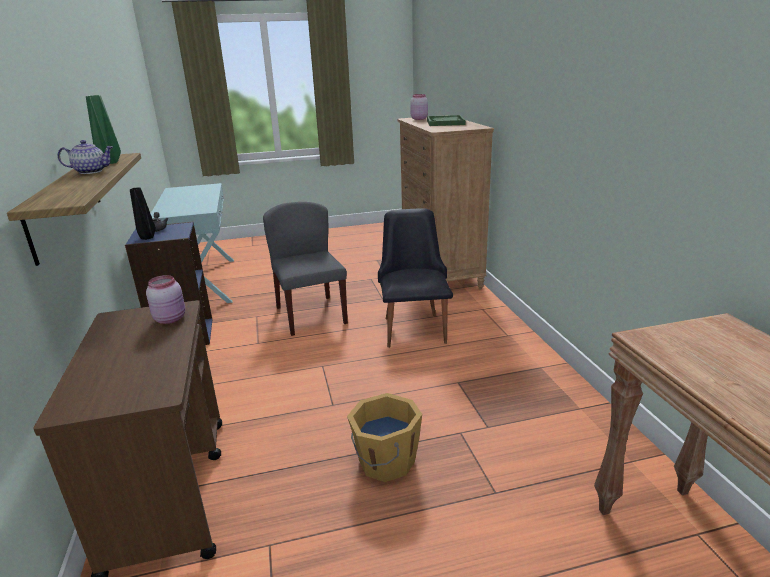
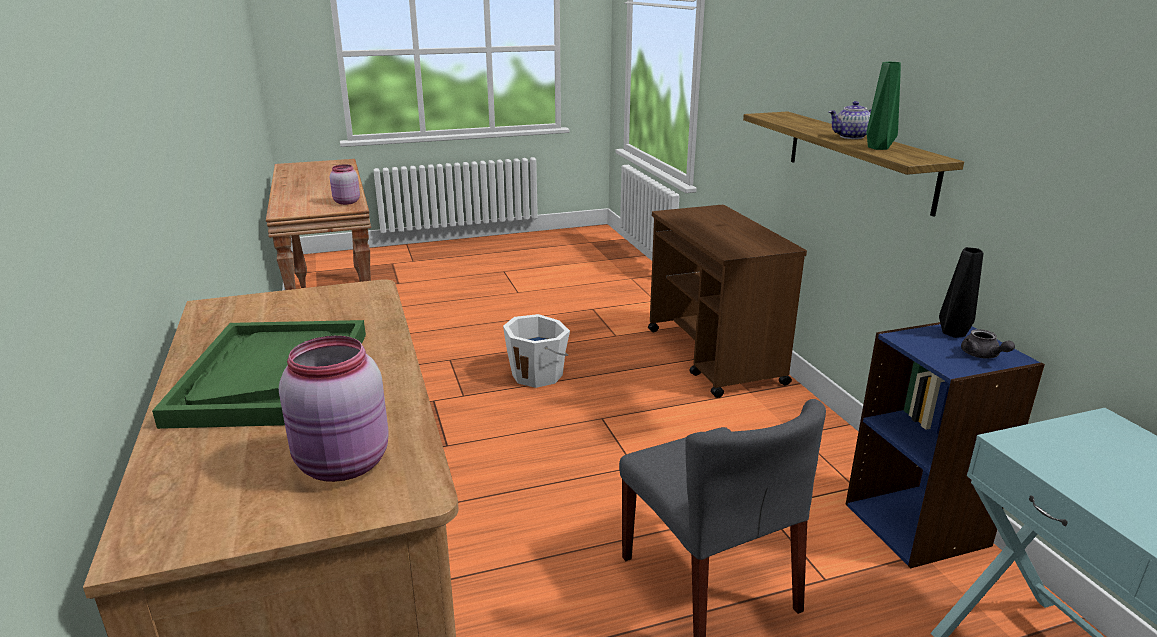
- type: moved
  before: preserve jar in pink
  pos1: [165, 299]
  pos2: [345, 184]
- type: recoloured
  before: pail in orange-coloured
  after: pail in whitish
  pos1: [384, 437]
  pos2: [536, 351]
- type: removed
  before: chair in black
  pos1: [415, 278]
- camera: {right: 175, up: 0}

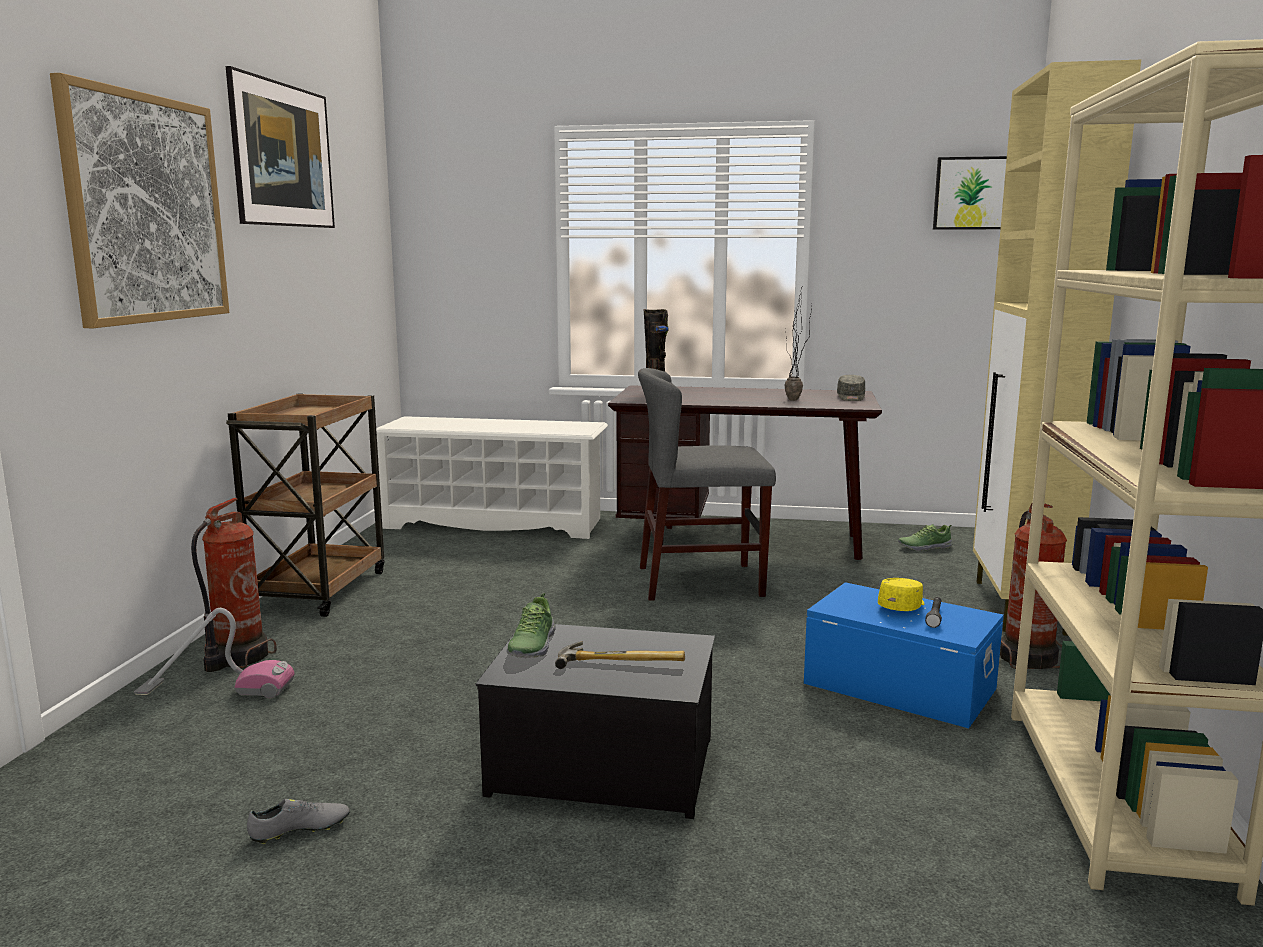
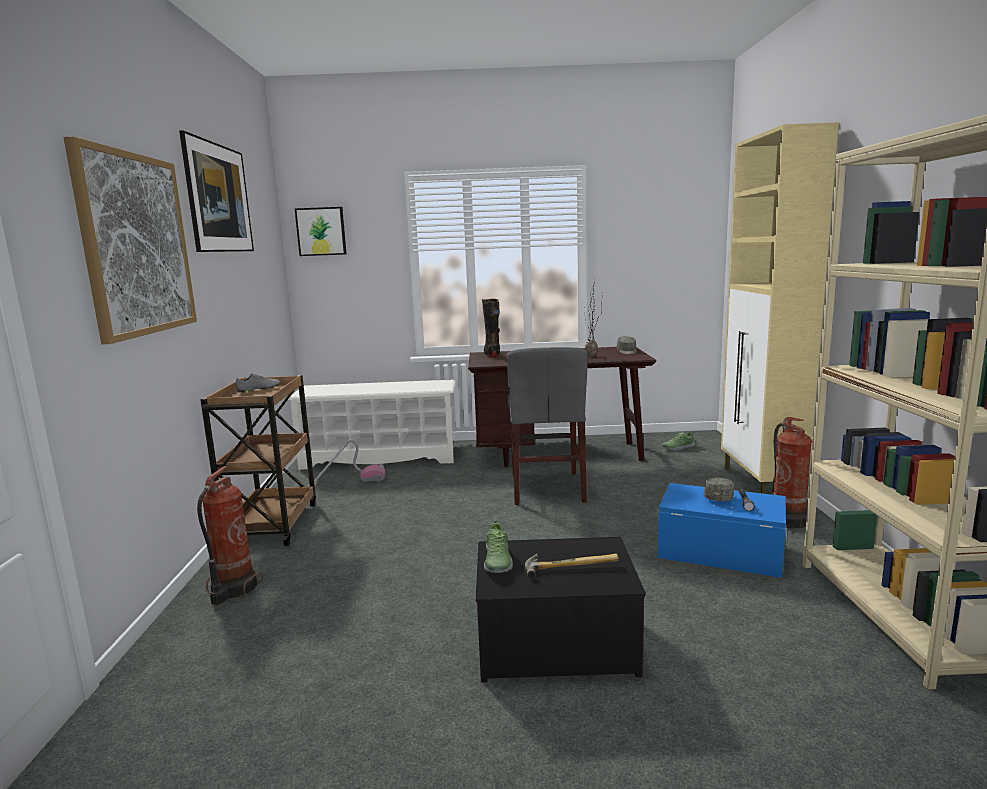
- type: moved
  before: item of footwear in grey
  pos1: [298, 821]
  pos2: [258, 383]
- type: moved
  before: wall art
  pos1: [970, 193]
  pos2: [320, 231]
- type: moved
  before: vacuum
  pos1: [214, 653]
  pos2: [346, 463]
- type: turned
  before: chair in grey
  pos1: [707, 484]
  pos2: [546, 426]
  turn: -75
- type: recoloured
  before: peaked cap in yellow-coloured
  after: peaked cap in grey
  pos1: [901, 594]
  pos2: [718, 489]
- camera: {right: -10, up: 0}

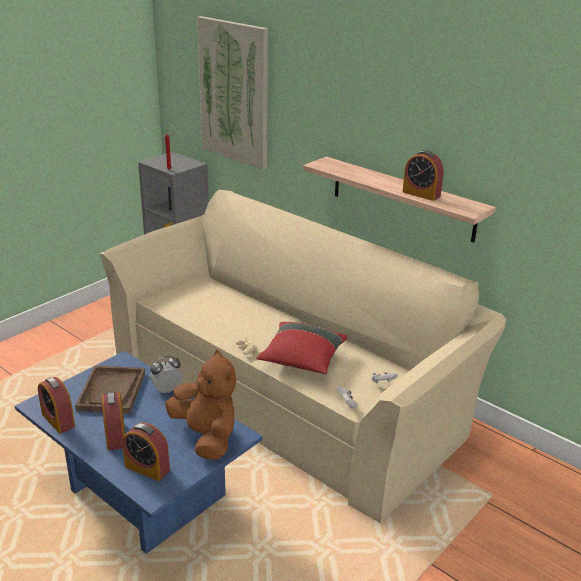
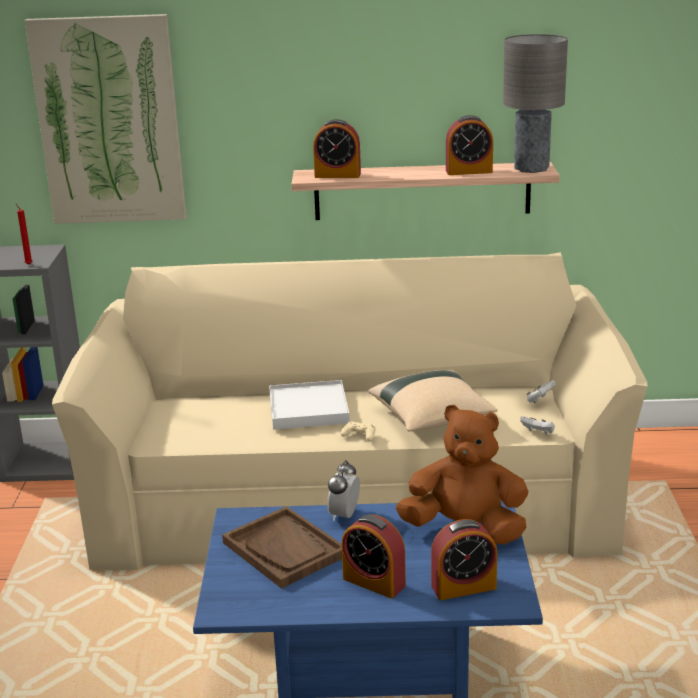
- type: added
  after: tray in whitish
  pos2: [309, 404]
- type: moved
  before: bedside clock
  pos1: [56, 405]
  pos2: [337, 148]
- type: recoloured
  before: cushion in red-coloured
  after: cushion in beige
  pos1: [301, 348]
  pos2: [433, 400]
- type: added
  after: tabletop lamp in grey
  pos2: [535, 103]
- camera: {right: -40, up: -5}

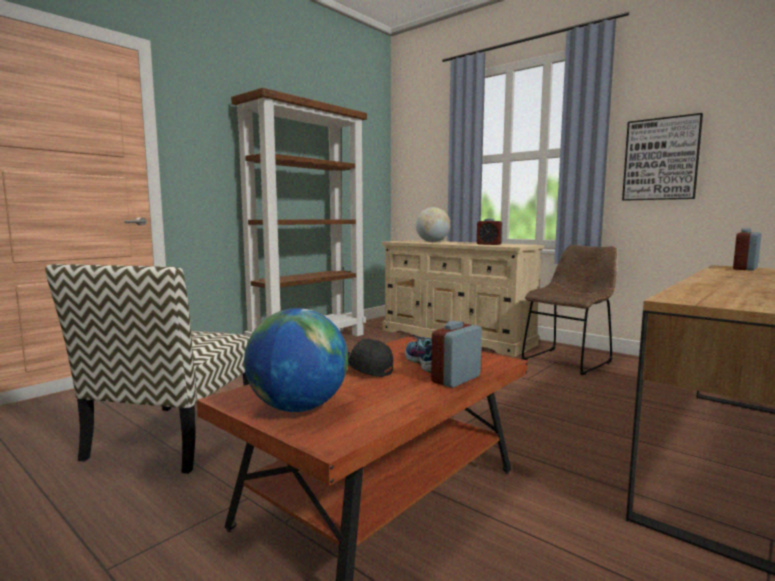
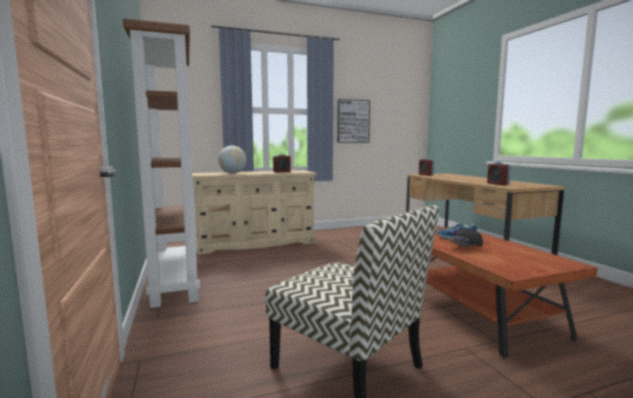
- type: moved
  before: bedside clock
  pos1: [456, 354]
  pos2: [499, 173]
- type: removed
  before: desk globe
  pos1: [296, 360]
- type: removed
  before: chair in brown-coloured
  pos1: [569, 310]
- camera: {right: -60, up: 0}

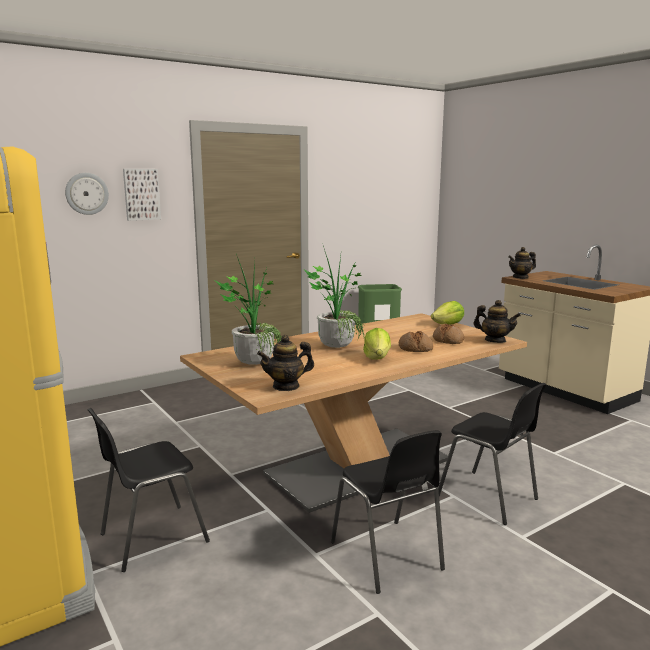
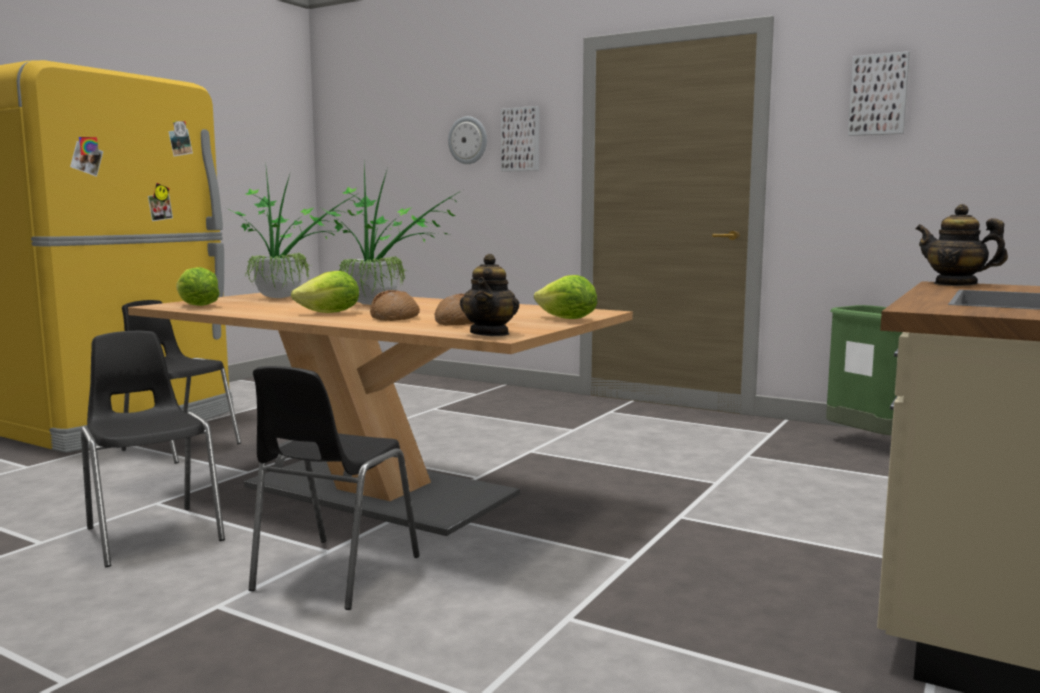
- type: turned
  before: chair in black
  pos1: [388, 512]
  pos2: [153, 449]
  turn: 105
- type: replaced
  before: pot for tea
  after: head of lettuce
  pos1: [285, 363]
  pos2: [198, 286]
- type: added
  after: wall art
  pos2: [879, 93]
- camera: {right: 65, up: -5}

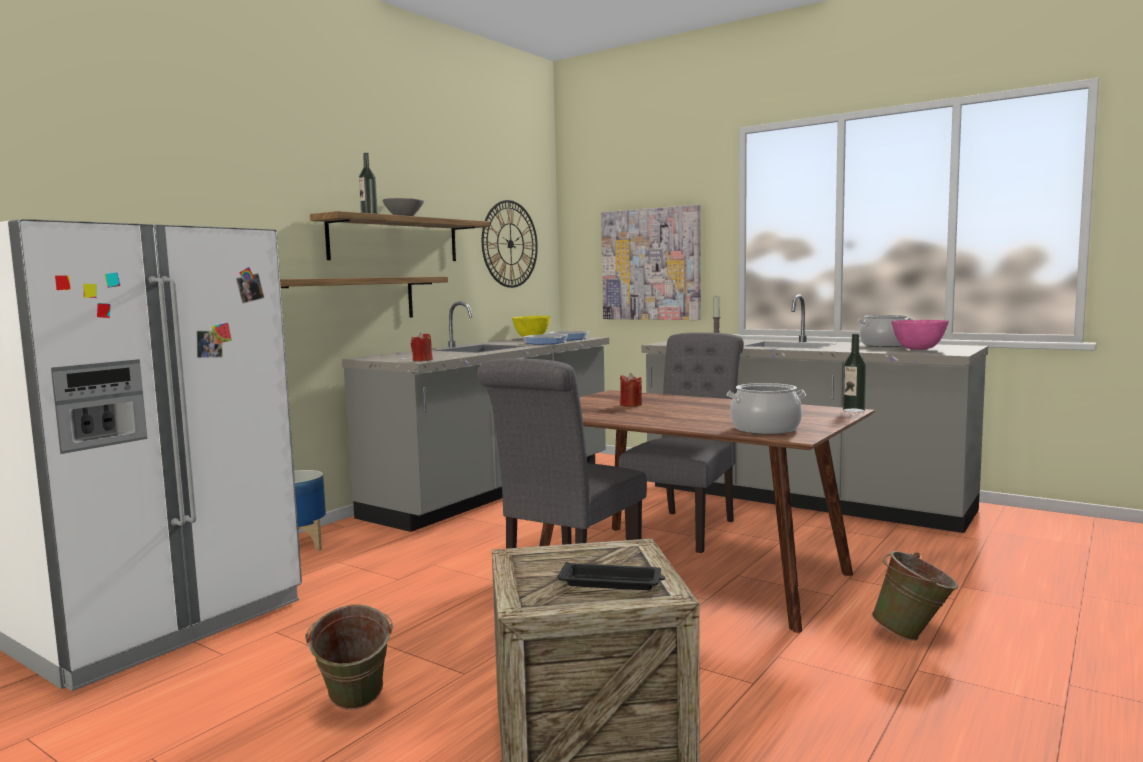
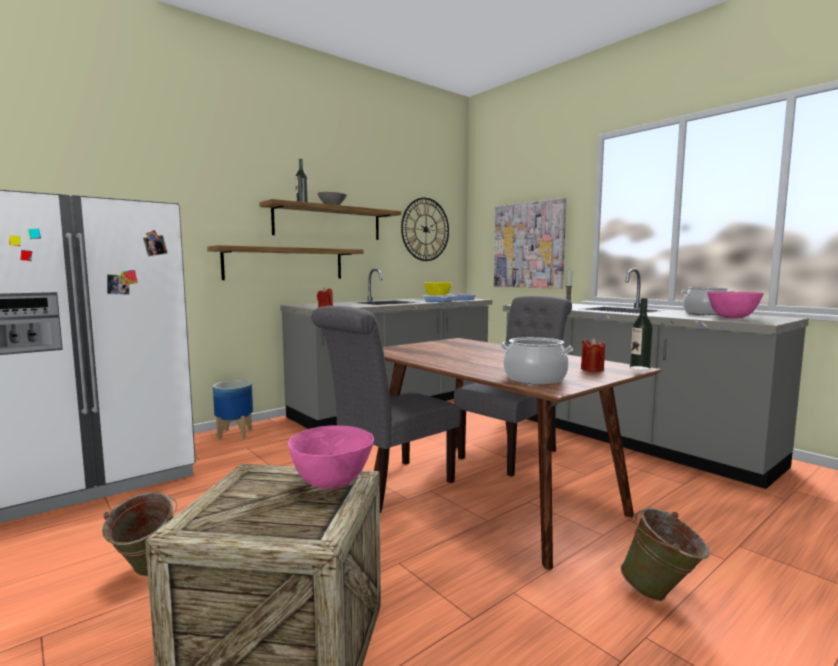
- type: added
  after: bowl in pink
  pos2: [331, 457]
- type: moved
  before: wax candle in red-coloured
  pos1: [631, 390]
  pos2: [593, 355]
- type: removed
  before: tray in black
  pos1: [611, 576]
- camera: {right: 15, up: 0}

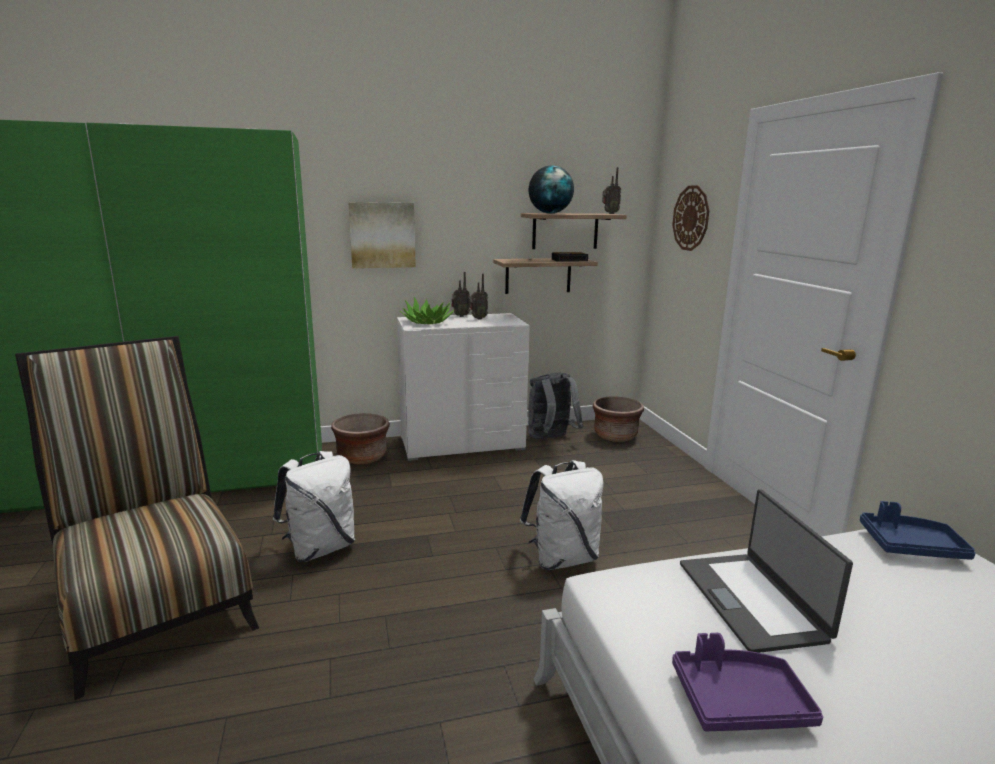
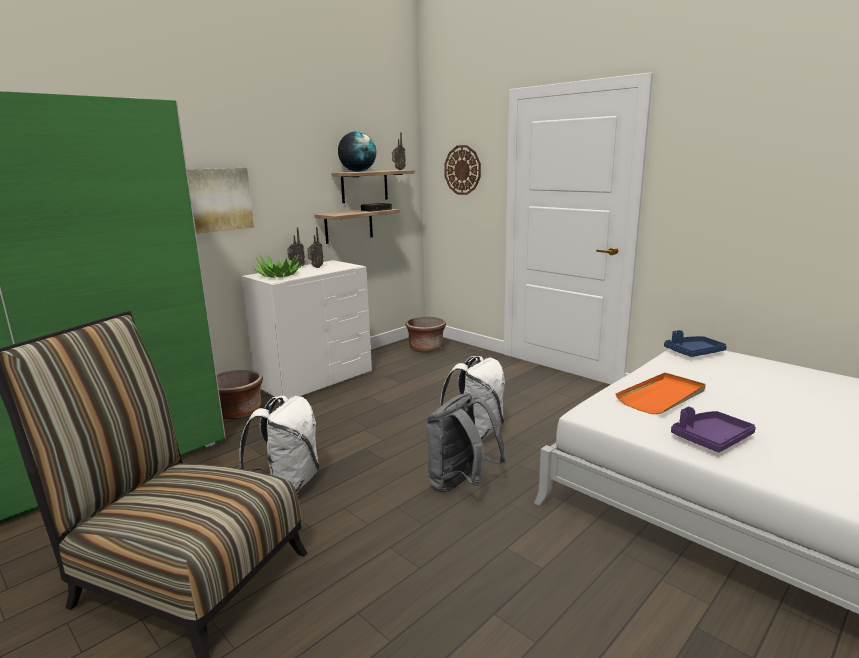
- type: moved
  before: knapsack in grey
  pos1: [555, 405]
  pos2: [466, 442]
- type: replaced
  before: laptop
  after: tray in orange-coloured
  pos1: [766, 571]
  pos2: [660, 393]
- camera: {right: -30, up: 0}

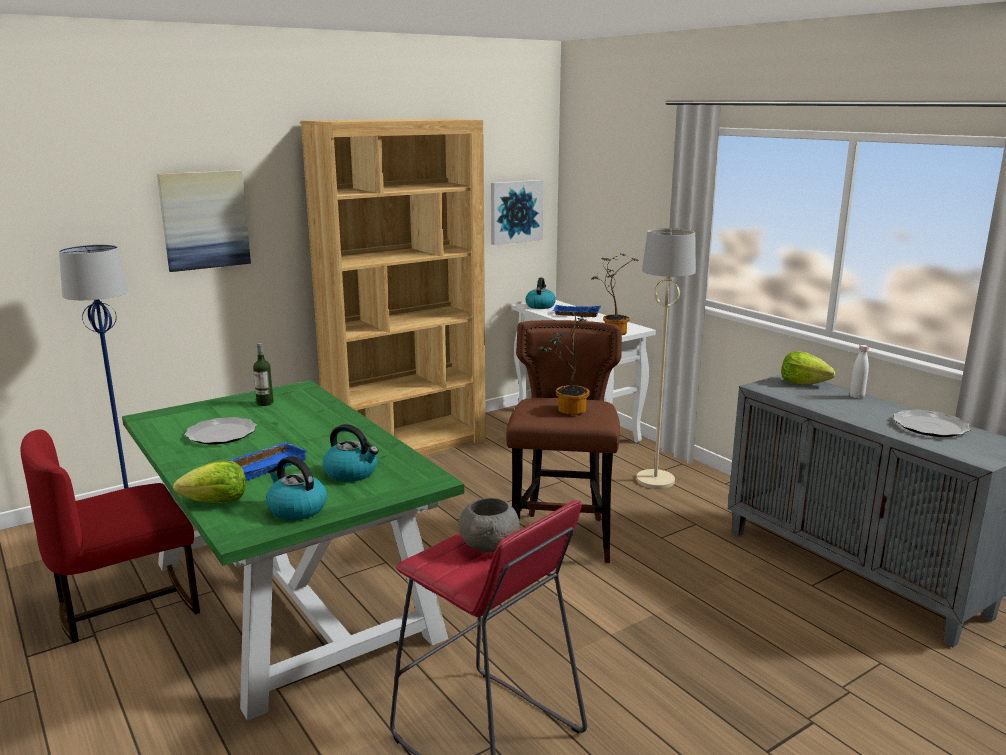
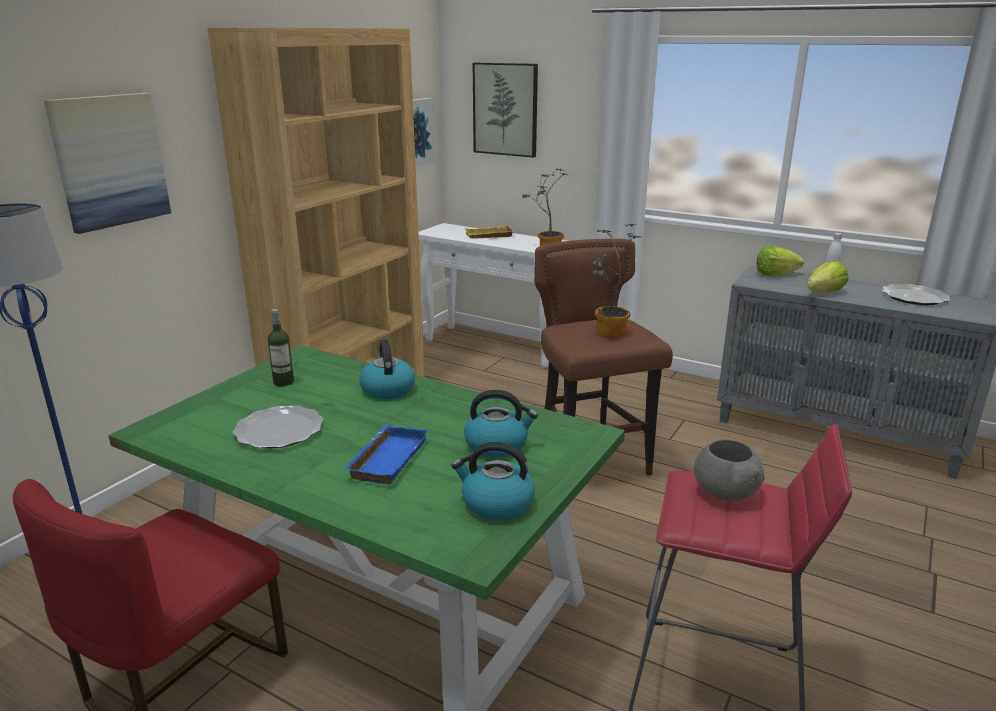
- type: moved
  before: water kettle
  pos1: [541, 293]
  pos2: [387, 369]
- type: recoloured
  before: tray in blue
  after: tray in yellow-coloured
  pos1: [577, 311]
  pos2: [489, 232]
- type: added
  after: wall art
  pos2: [505, 110]
- type: moved
  before: head of lettuce
  pos1: [209, 482]
  pos2: [827, 277]
- type: removed
  before: standing lamp in beige
  pos1: [666, 358]
- camera: {right: -25, up: 5}

